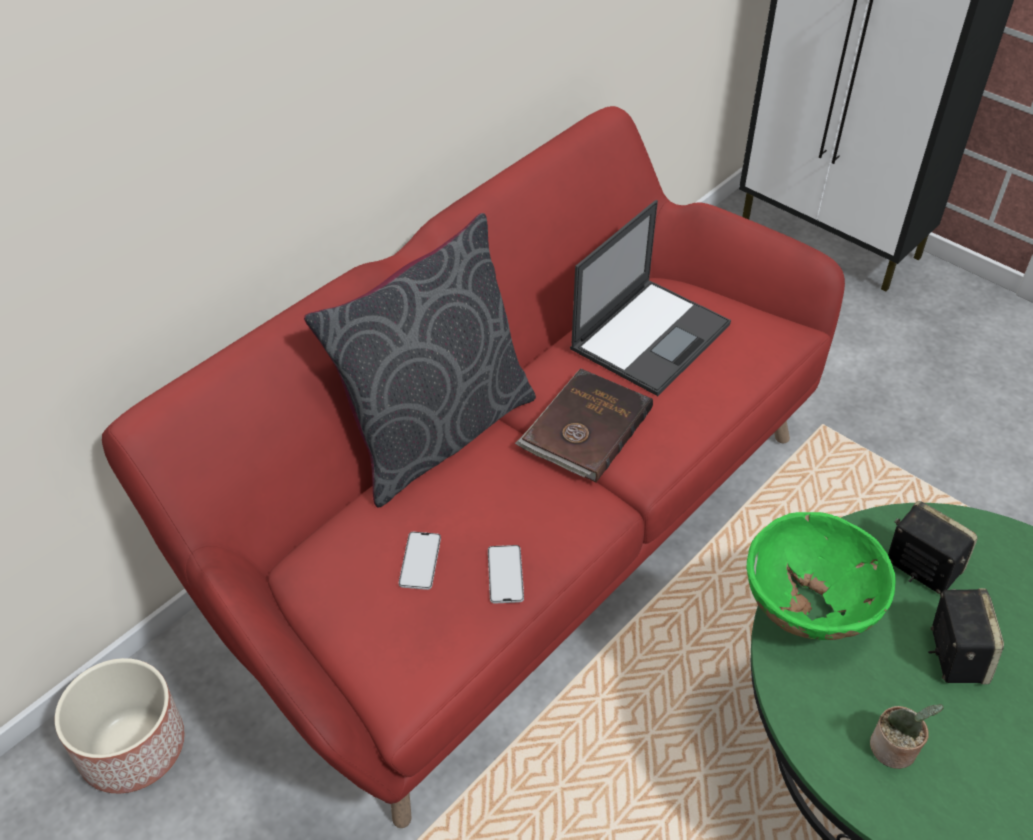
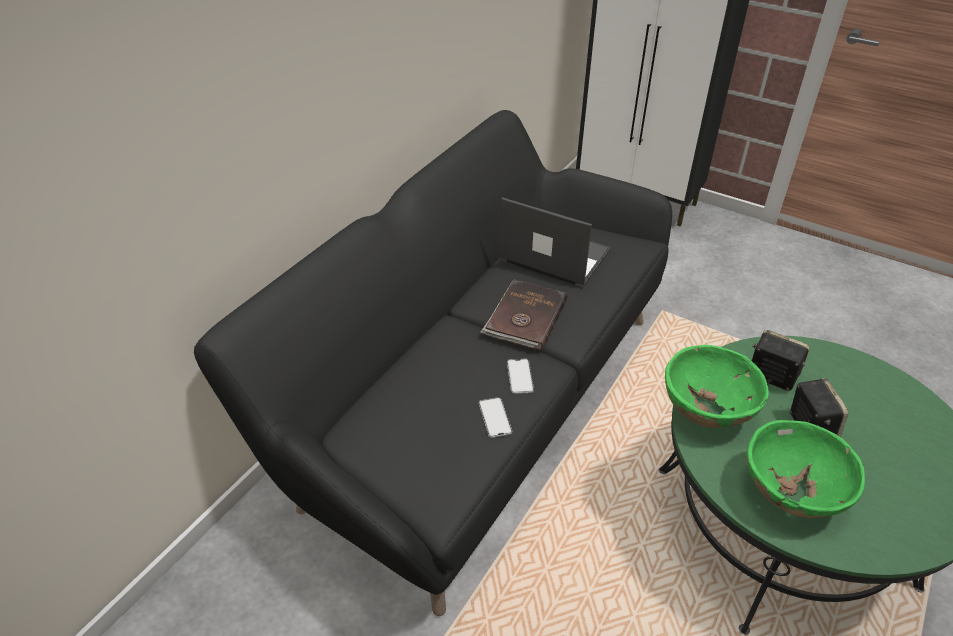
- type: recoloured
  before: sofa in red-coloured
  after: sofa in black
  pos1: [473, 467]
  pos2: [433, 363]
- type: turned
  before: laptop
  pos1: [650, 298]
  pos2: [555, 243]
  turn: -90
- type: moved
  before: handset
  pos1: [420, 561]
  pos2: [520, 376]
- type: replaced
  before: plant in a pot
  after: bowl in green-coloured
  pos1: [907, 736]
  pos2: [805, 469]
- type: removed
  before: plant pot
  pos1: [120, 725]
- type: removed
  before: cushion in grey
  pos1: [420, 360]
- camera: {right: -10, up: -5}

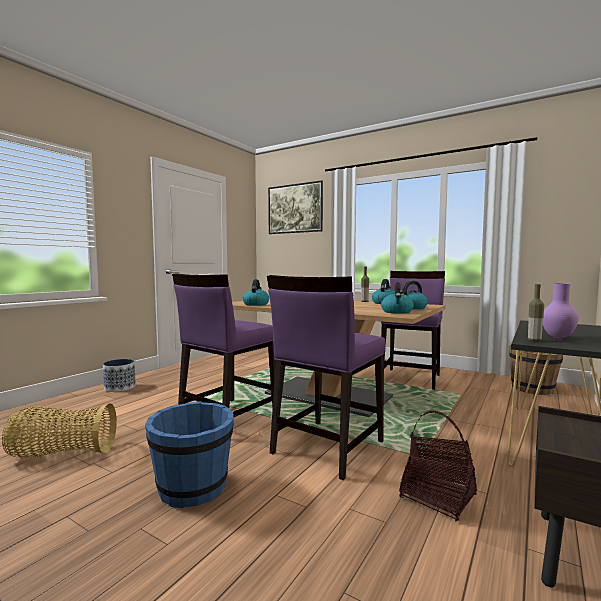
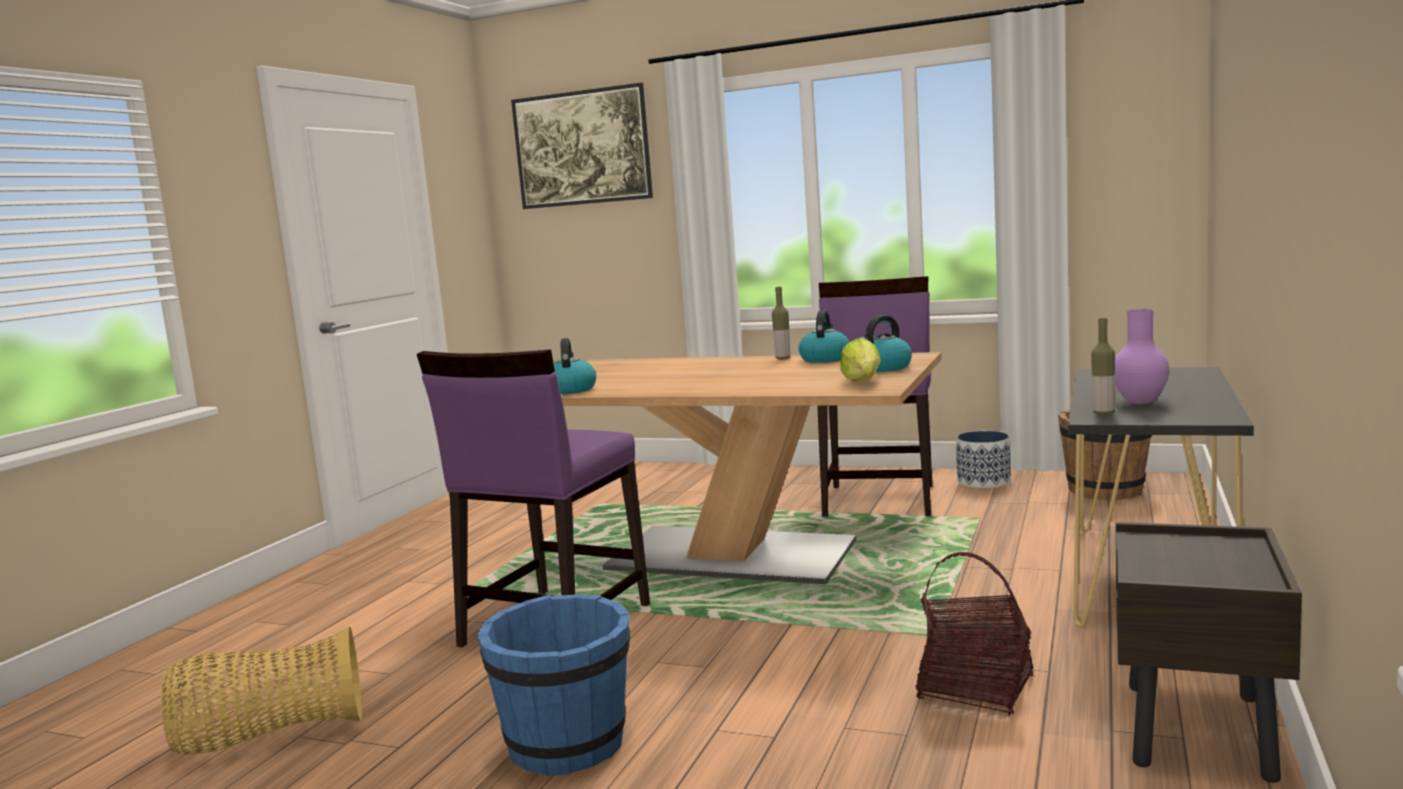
- type: replaced
  before: water kettle
  after: head of lettuce
  pos1: [397, 298]
  pos2: [860, 360]
- type: moved
  before: plant pot
  pos1: [119, 375]
  pos2: [983, 460]
- type: removed
  before: chair in purple
  pos1: [326, 377]
- camera: {right: -10, up: 5}

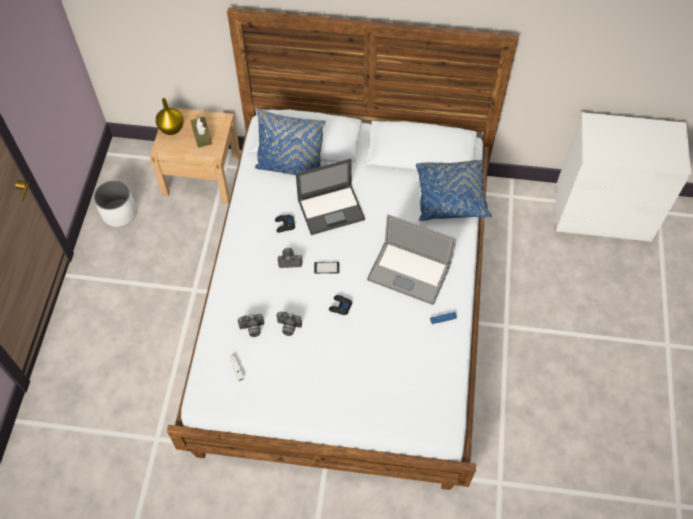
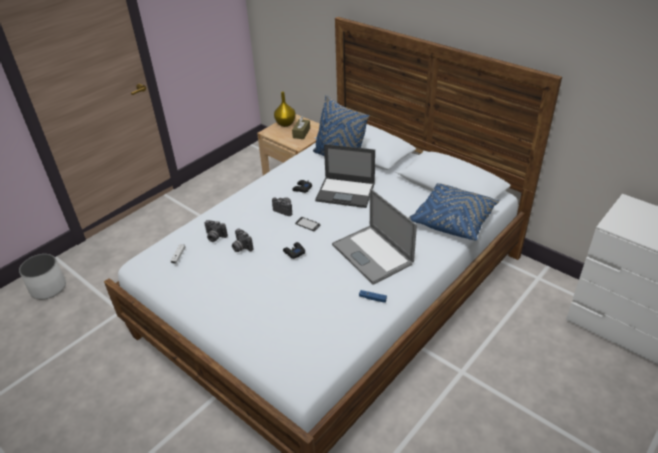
- type: moved
  before: plant pot in whitish
  pos1: [115, 203]
  pos2: [42, 276]
- camera: {right: 35, up: -20}

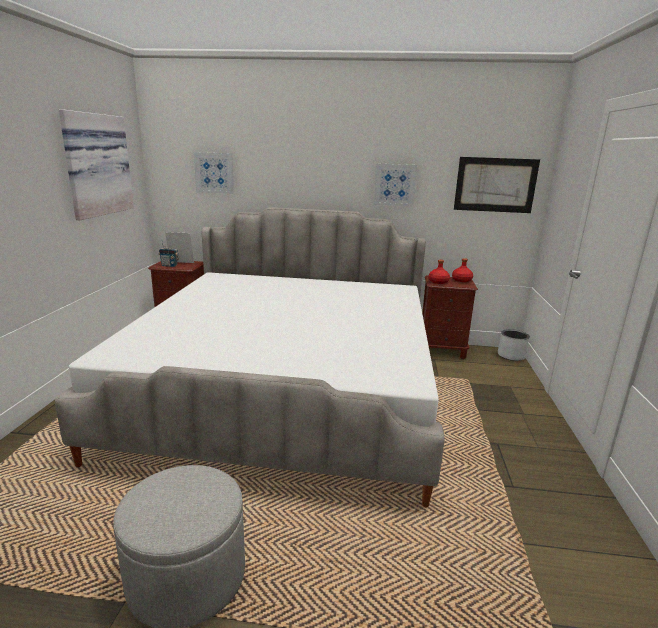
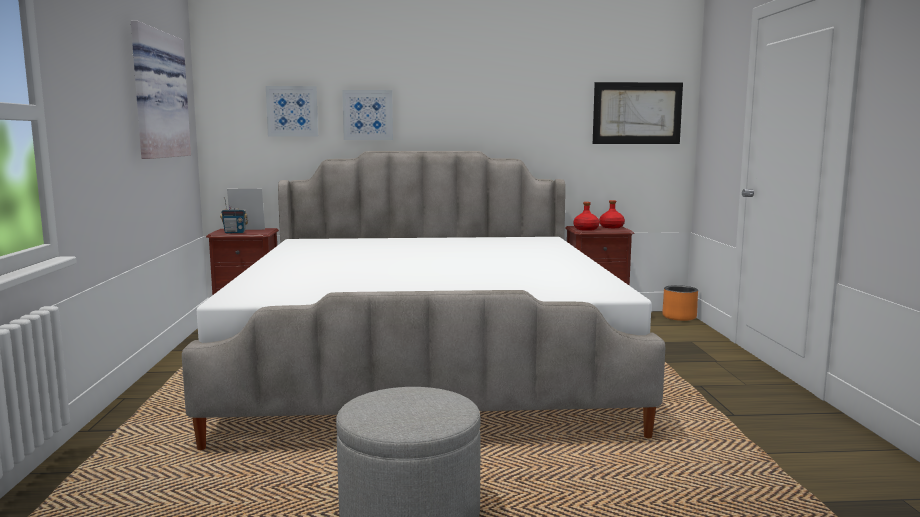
- type: moved
  before: wall art
  pos1: [395, 185]
  pos2: [367, 115]
- type: recoloured
  before: plant pot in grey
  after: plant pot in orange-coloured
  pos1: [514, 345]
  pos2: [680, 303]
- camera: {right: -10, up: -10}

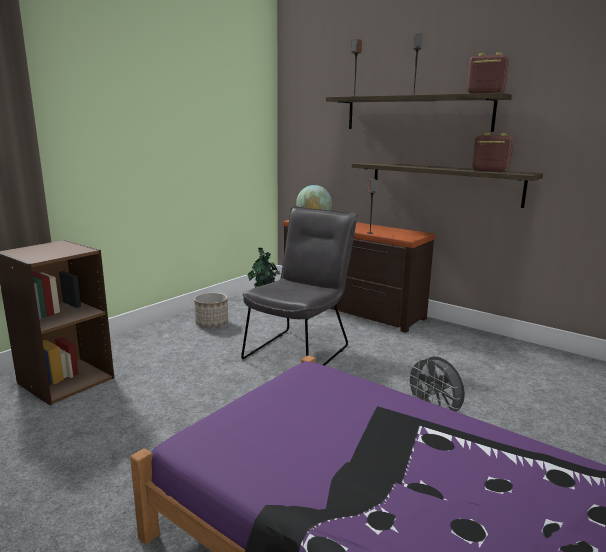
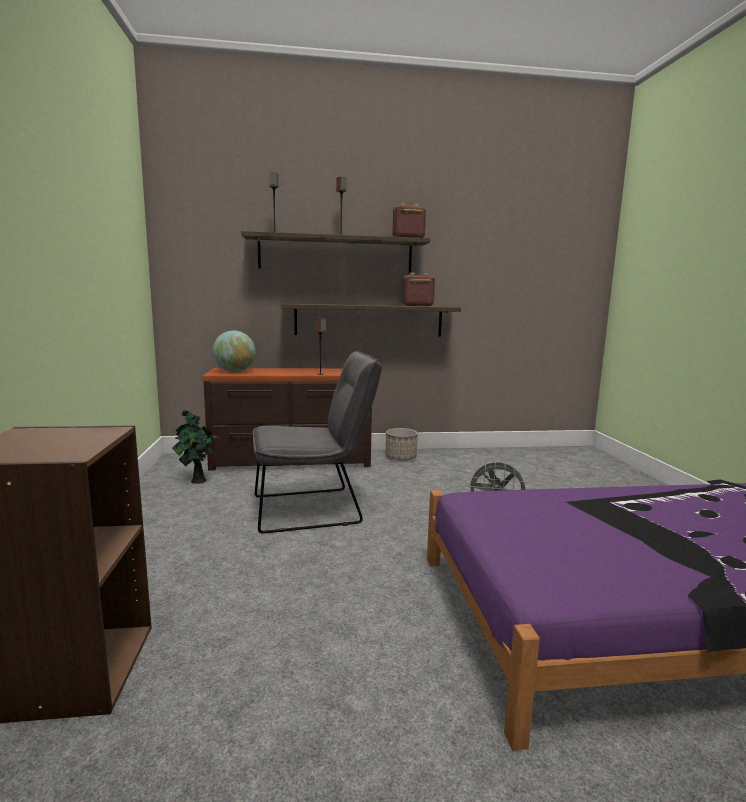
- type: turned
  before: chair in grey
  pos1: [299, 286]
  pos2: [317, 441]
  turn: 90
- type: moved
  before: plant pot
  pos1: [211, 310]
  pos2: [402, 444]
- camera: {right: -45, up: -5}

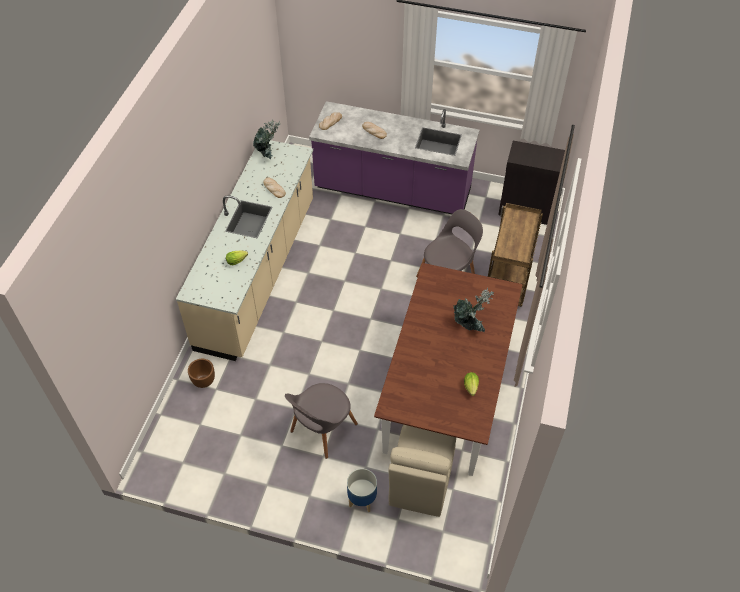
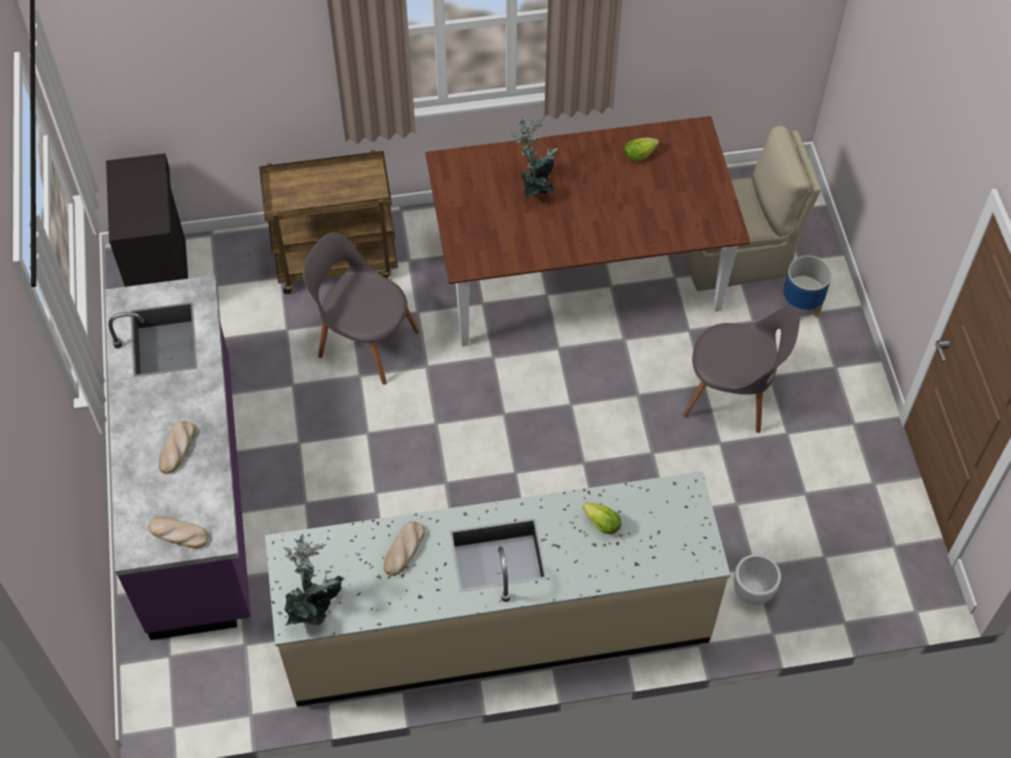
- type: recoloured
  before: plant pot in brown-coloured
  after: plant pot in whitish
  pos1: [201, 373]
  pos2: [757, 579]
- camera: {right: -115, up: 5}

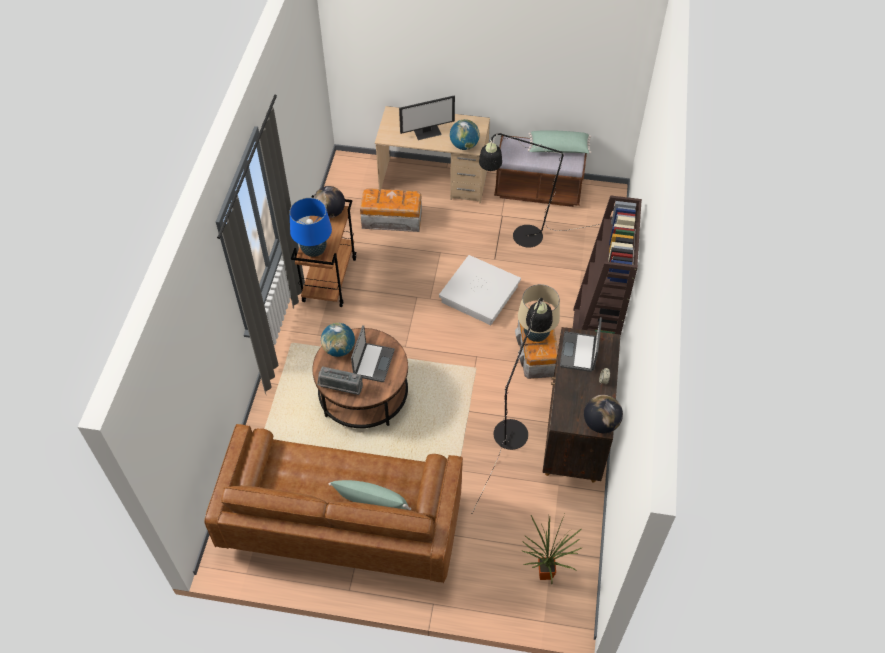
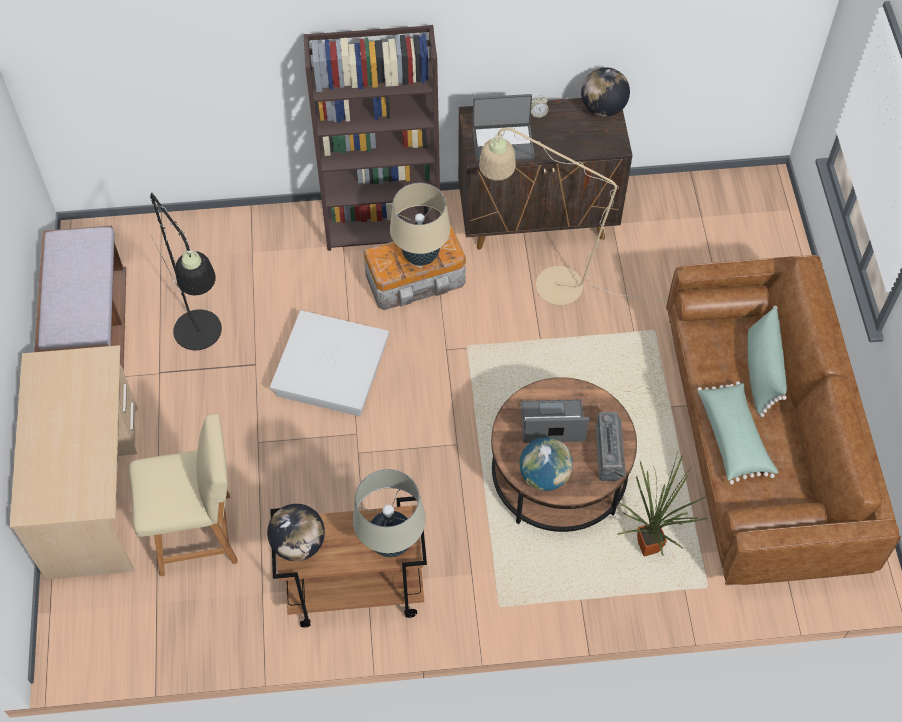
- type: replaced
  before: storage box
  after: chair in beige
  pos1: [391, 210]
  pos2: [183, 495]
- type: recoloured
  before: tabletop lamp in blue
  after: tabletop lamp in beige
  pos1: [310, 227]
  pos2: [389, 513]
- type: recoloured
  before: standing lamp in black
  after: standing lamp in beige
  pos1: [512, 405]
  pos2: [573, 216]
- type: moved
  before: plant in a pot
  pos1: [551, 549]
  pos2: [663, 504]
- type: moved
  before: cushion in green-coloured
  pos1: [559, 142]
  pos2: [737, 433]
- type: removed
  before: monitor
  pos1: [427, 118]
- type: removed
  before: desk globe
  pos1: [465, 134]
- camera: {right: -105, up: 5}

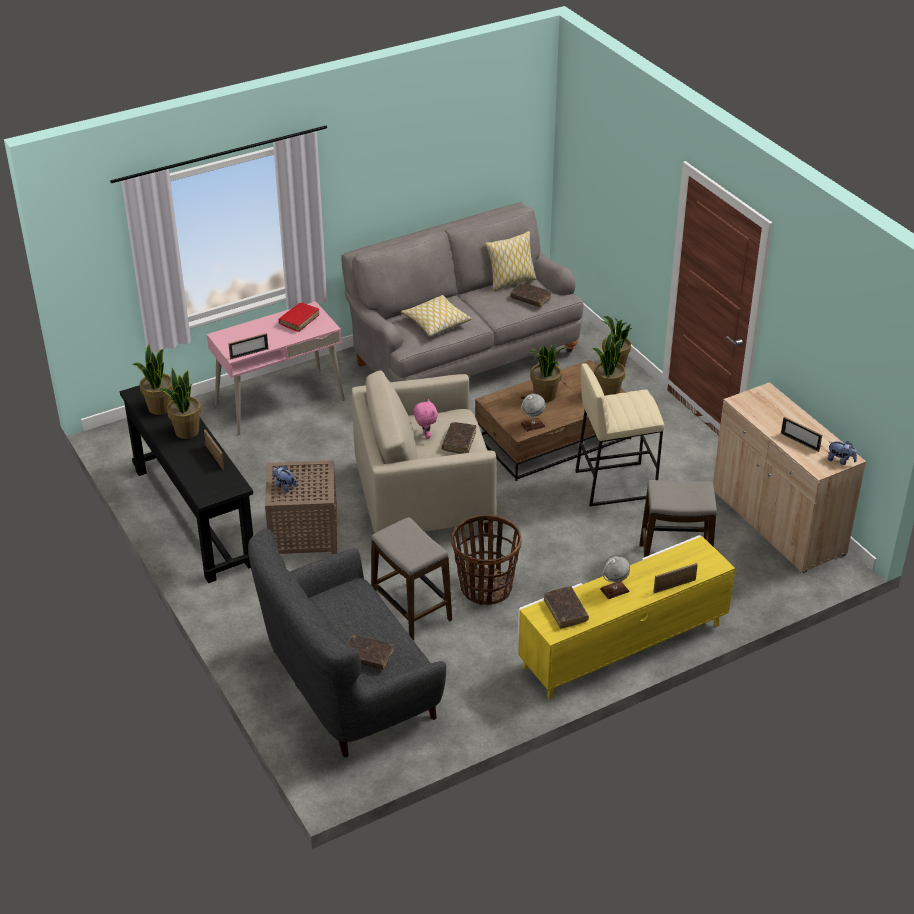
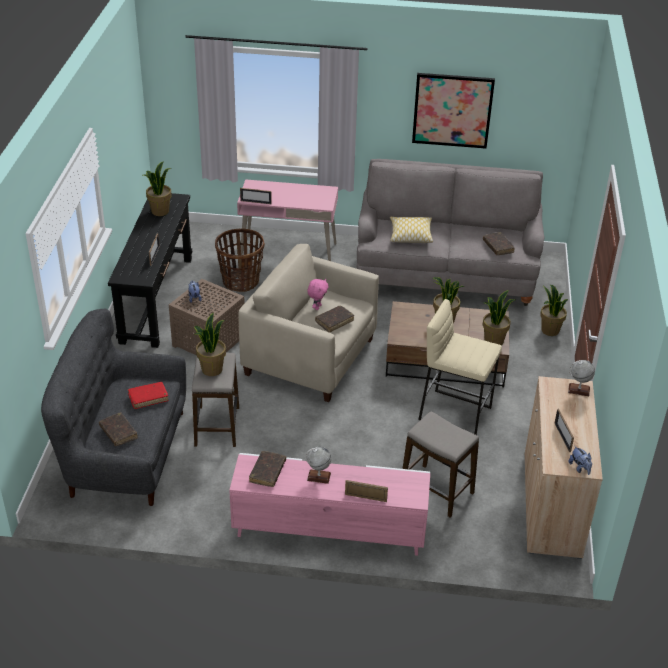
- type: moved
  before: book in red-coloured
  pos1: [298, 317]
  pos2: [148, 395]
- type: moved
  before: plant in a pot
  pos1: [180, 403]
  pos2: [210, 344]
- type: moved
  before: basket
  pos1: [486, 560]
  pos2: [240, 260]
- type: recoloured
  before: media console in yellow-coloured
  after: media console in pink
  pos1: [626, 617]
  pos2: [329, 504]
- type: added
  after: wall art
  pos2: [453, 111]
- type: moved
  before: desk globe
  pos1: [533, 412]
  pos2: [581, 378]
- type: removed
  before: cushion
  pos1: [511, 261]
- camera: {right: 35, up: 0}

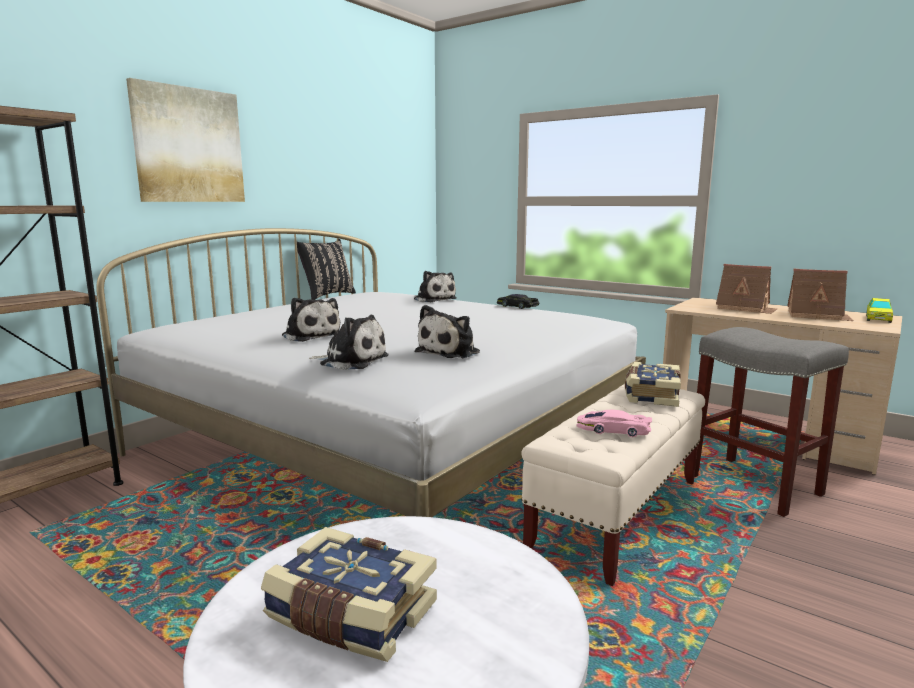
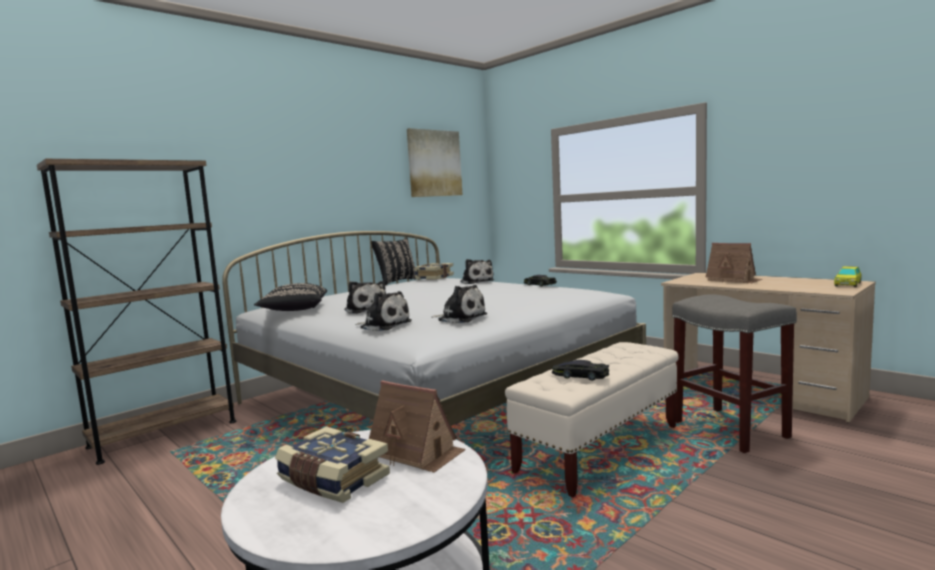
- type: added
  after: cushion in black
  pos2: [290, 297]
- type: moved
  before: miniature house
  pos1: [820, 295]
  pos2: [417, 426]
- type: moved
  before: wall art
  pos1: [185, 140]
  pos2: [434, 162]
- type: moved
  before: book
  pos1: [653, 384]
  pos2: [434, 271]
- type: turned
  before: plush toy
  pos1: [447, 331]
  pos2: [459, 304]
  turn: -105
- type: recoloured
  before: toy car in pink
  after: toy car in black
  pos1: [614, 423]
  pos2: [580, 370]
- camera: {right: 10, up: -5}

